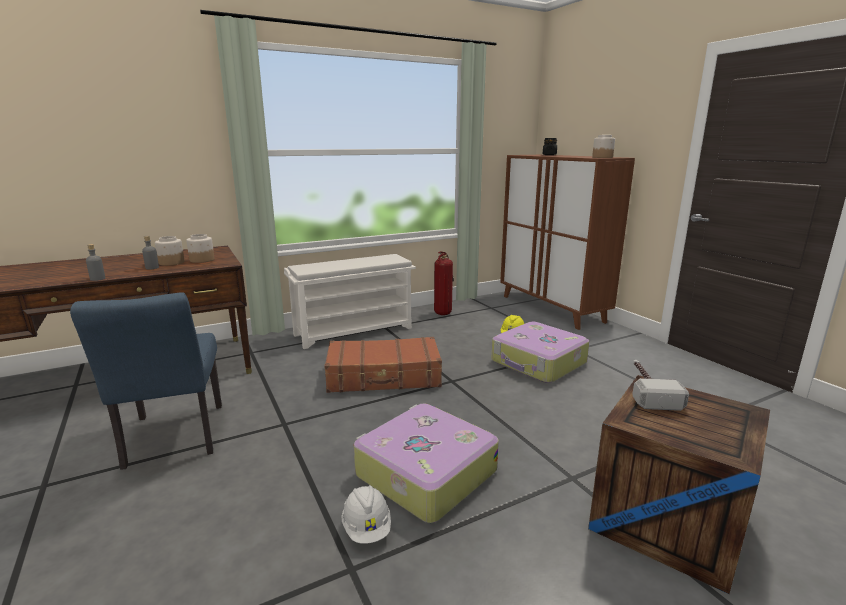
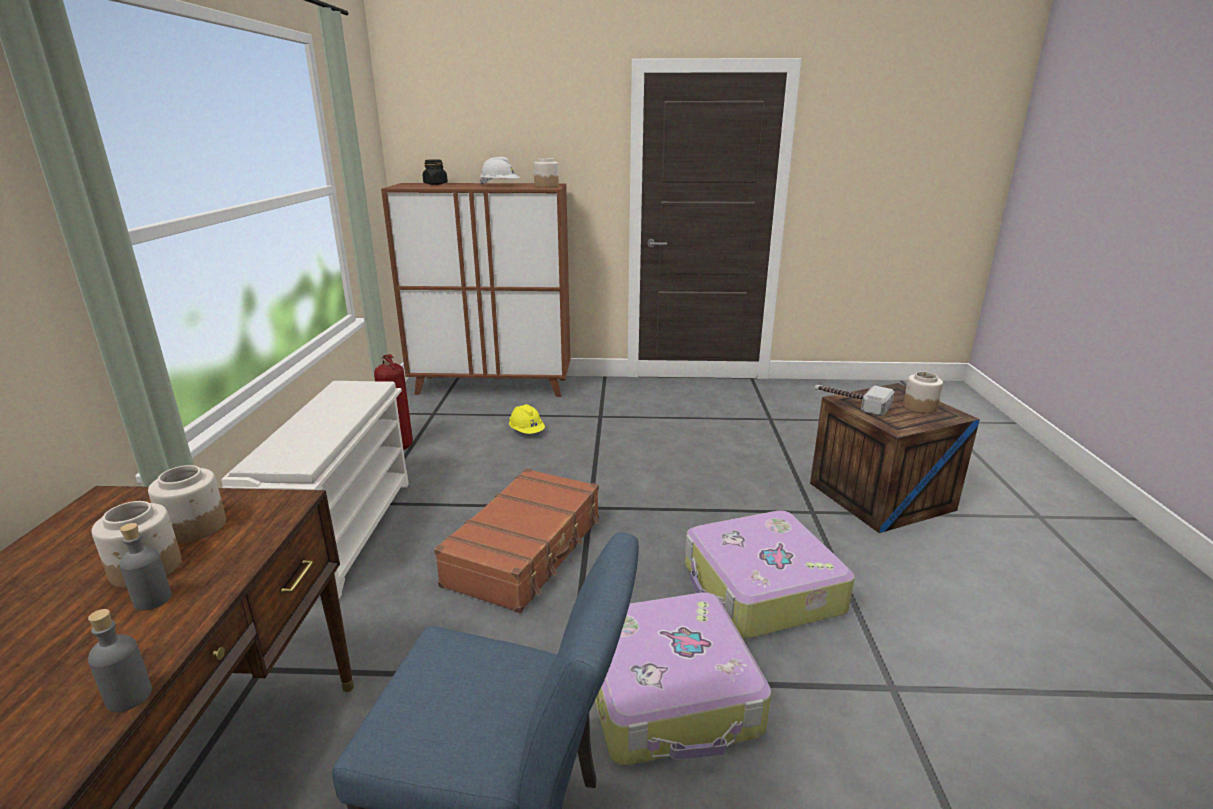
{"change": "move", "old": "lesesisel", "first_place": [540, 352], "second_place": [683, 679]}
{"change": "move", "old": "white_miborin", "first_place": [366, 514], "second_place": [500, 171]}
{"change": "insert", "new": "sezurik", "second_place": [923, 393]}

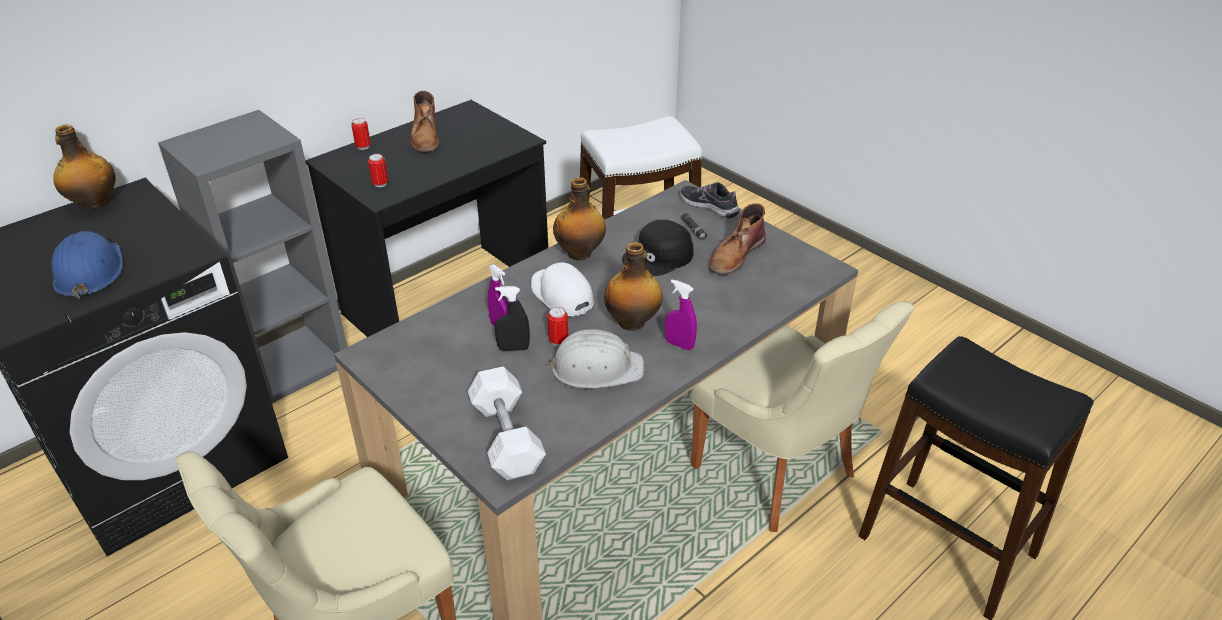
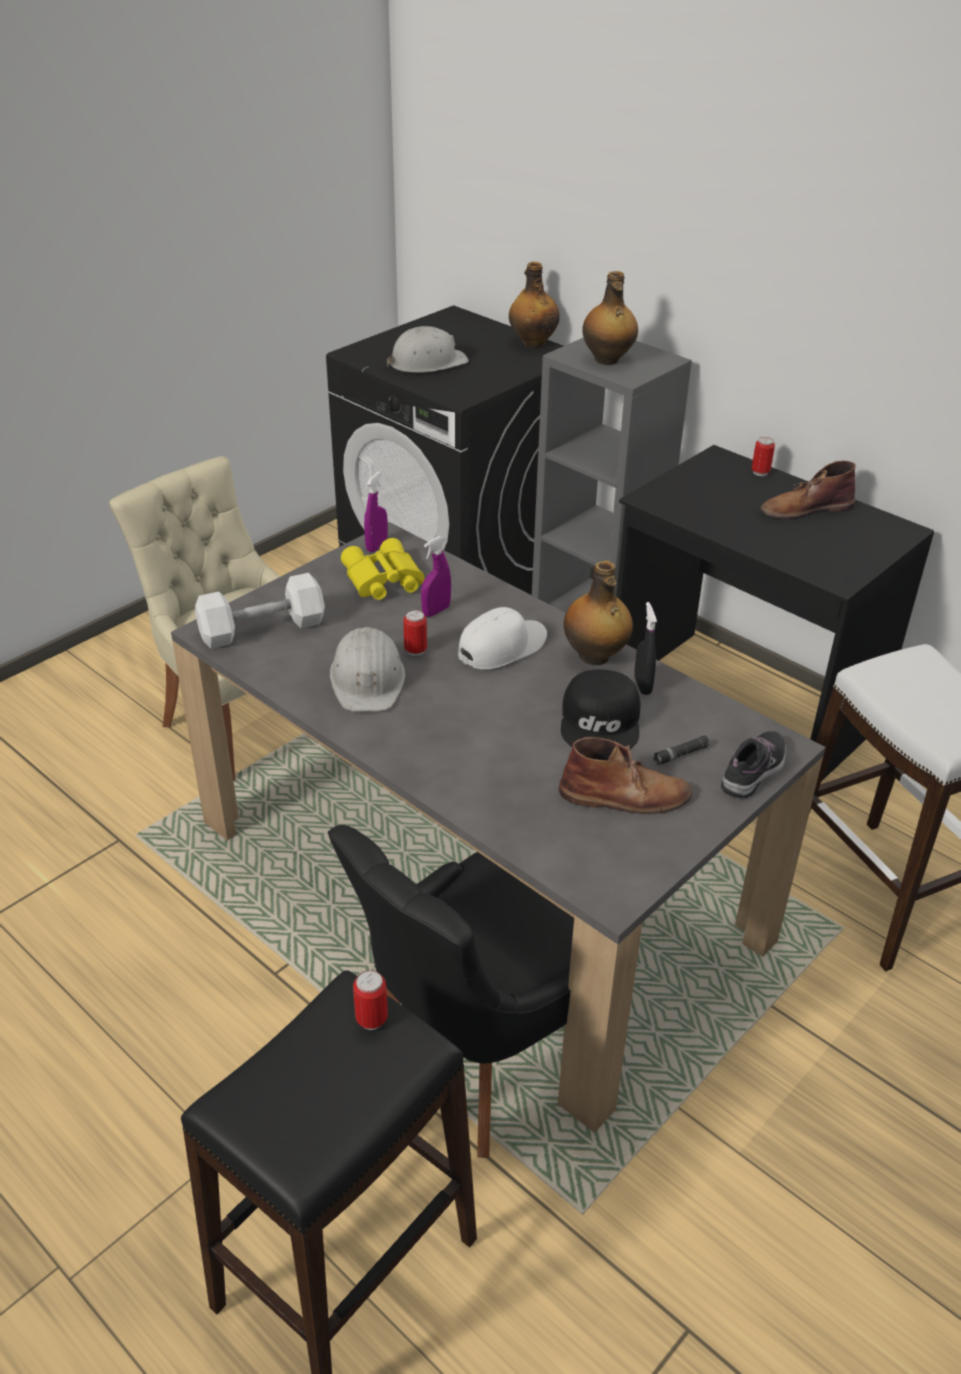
{"change": "move", "old": "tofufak", "first_place": [378, 170], "second_place": [370, 1000]}
{"change": "rotate", "old": "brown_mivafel", "first_place": [737, 239], "second_place": [626, 775], "degrees": 150}
{"change": "rotate", "old": "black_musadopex", "first_place": [658, 248], "second_place": [601, 709], "degrees": -135}
{"change": "recolor", "old": "blue_miborin", "new": "white_miborin", "first_place": [87, 265], "second_place": [427, 349]}
{"change": "move", "old": "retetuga", "first_place": [633, 286], "second_place": [610, 318]}
{"change": "move", "old": "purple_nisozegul", "first_place": [681, 314], "second_place": [376, 511]}
{"change": "move", "old": "black_nisozegul", "first_place": [512, 318], "second_place": [645, 648]}
{"change": "recolor", "old": "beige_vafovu", "new": "black_vafovu", "first_place": [803, 416], "second_place": [451, 991]}
{"change": "insert", "new": "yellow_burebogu", "second_place": [383, 569]}

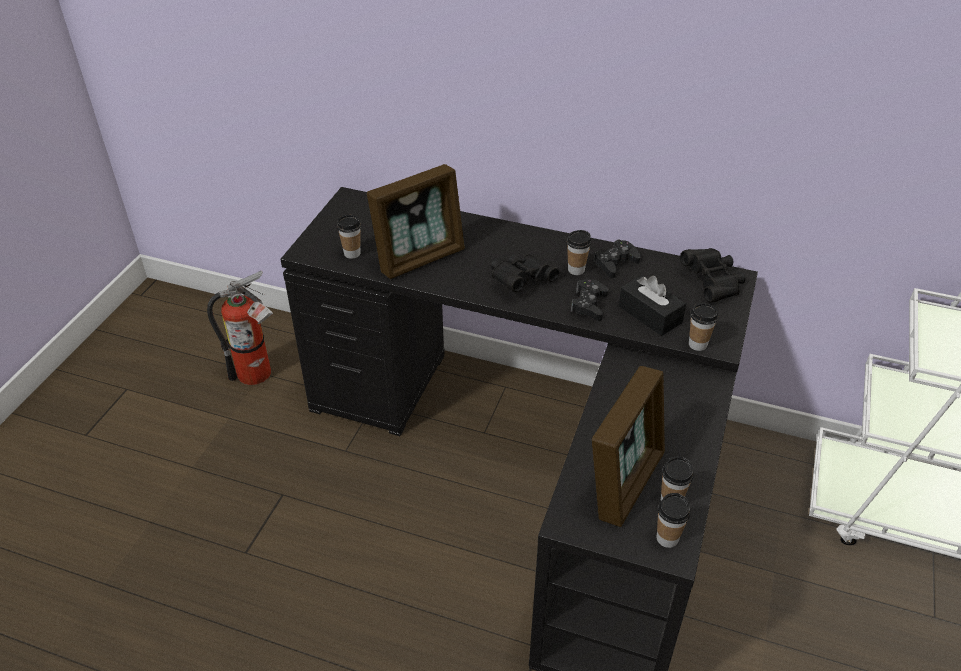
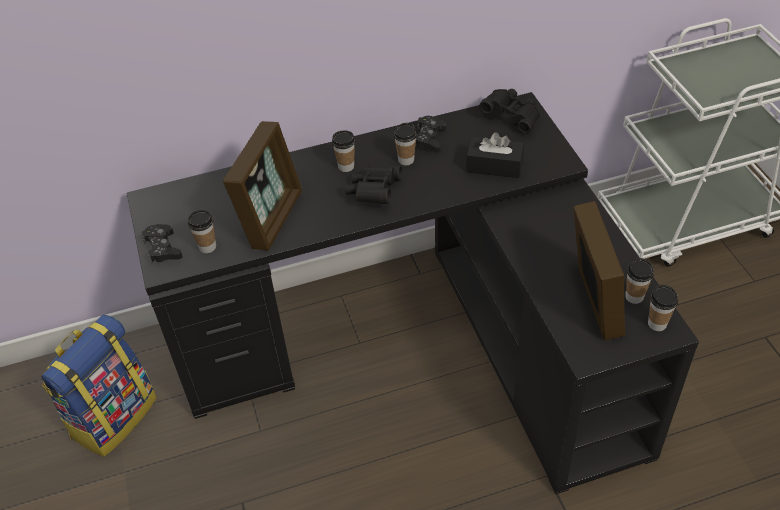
{"change": "replace", "old": "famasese", "new": "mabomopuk", "first_place": [240, 328], "second_place": [99, 385]}
{"change": "move", "old": "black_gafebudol", "first_place": [589, 300], "second_place": [162, 244]}
{"change": "move", "old": "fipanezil", "first_place": [703, 327], "second_place": [343, 151]}

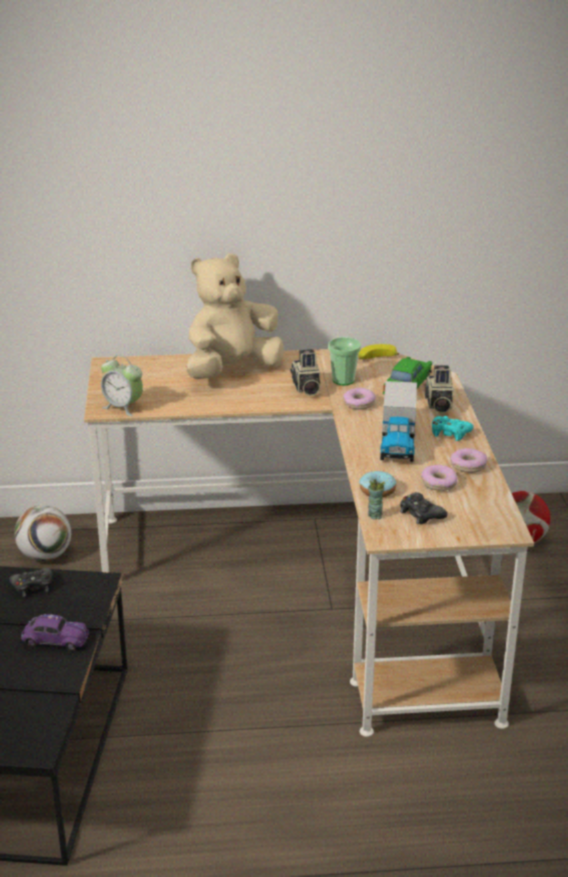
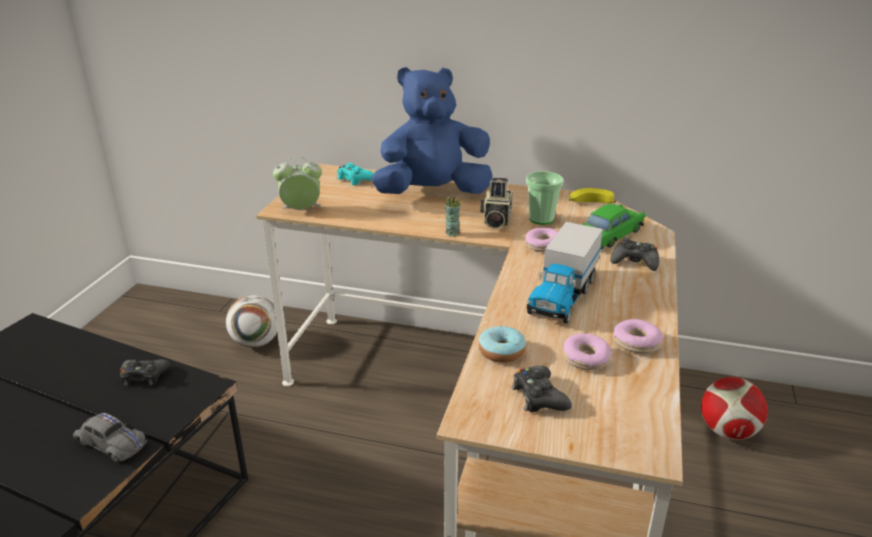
{"change": "recolor", "old": "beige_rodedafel", "new": "blue_rodedafel", "first_place": [235, 316], "second_place": [432, 130]}
{"change": "rotate", "old": "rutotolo", "first_place": [122, 385], "second_place": [297, 183], "degrees": 120}
{"change": "replace", "old": "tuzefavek", "new": "black_gafebudol", "first_place": [439, 389], "second_place": [634, 254]}
{"change": "move", "old": "turquoise_gafebudol", "first_place": [452, 428], "second_place": [355, 174]}
{"change": "move", "old": "fipanezil", "first_place": [376, 499], "second_place": [453, 217]}
{"change": "recolor", "old": "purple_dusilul", "new": "grey_dusilul", "first_place": [55, 632], "second_place": [110, 438]}

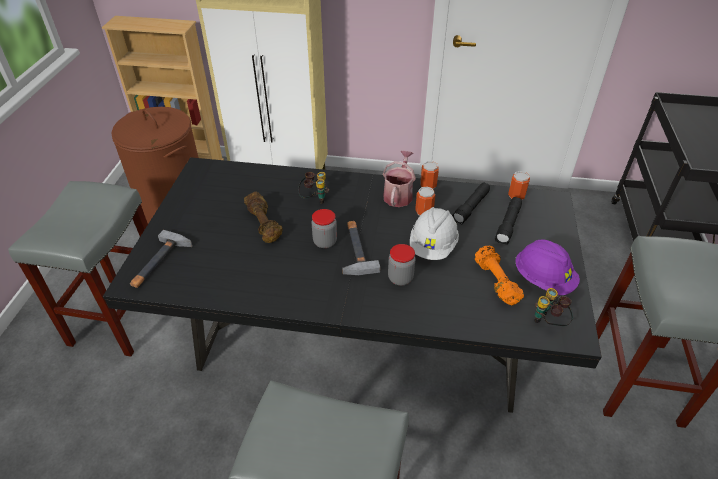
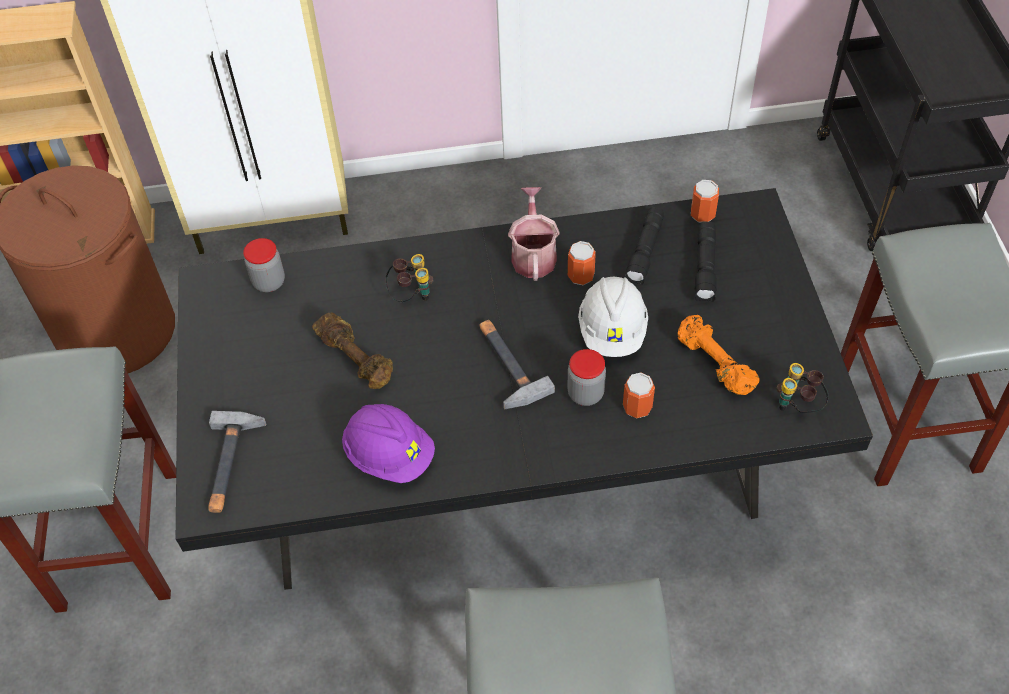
{"change": "move", "old": "tofufak", "first_place": [429, 175], "second_place": [639, 395]}
{"change": "move", "old": "sezurik", "first_place": [324, 228], "second_place": [264, 265]}
{"change": "move", "old": "purple_miborin", "first_place": [547, 267], "second_place": [388, 443]}

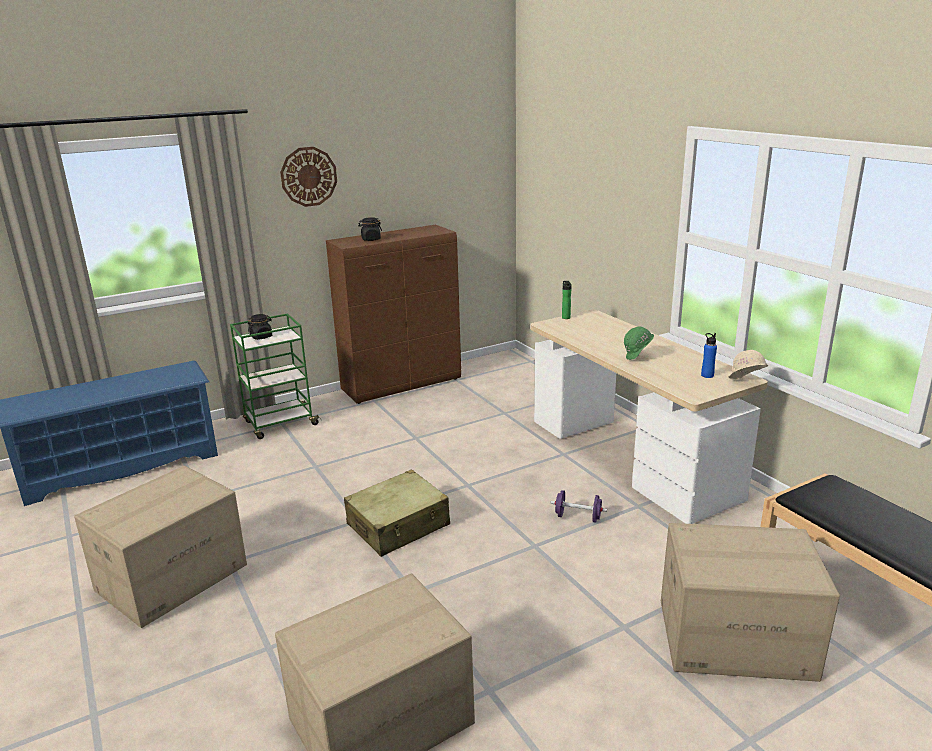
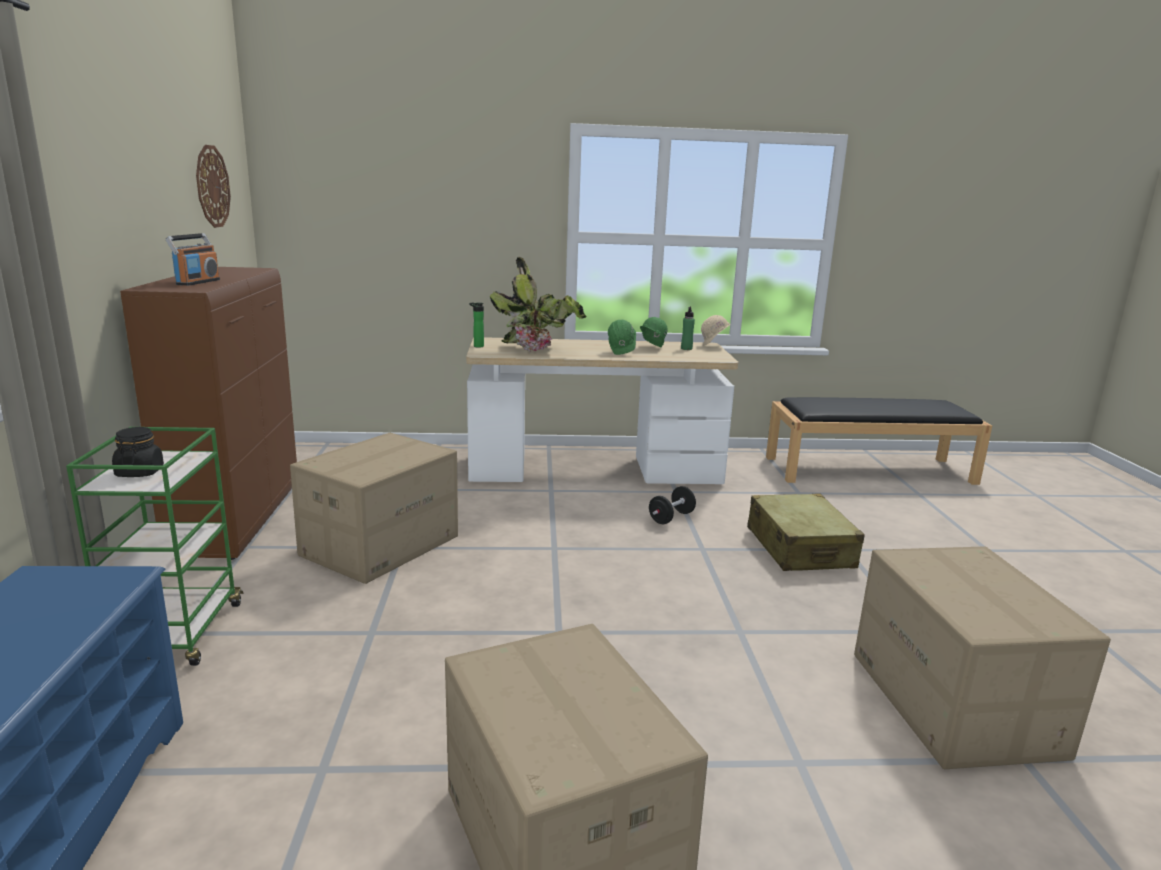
{"change": "move", "old": "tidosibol", "first_place": [308, 177], "second_place": [213, 186]}
{"change": "replace", "old": "black_sezurik", "new": "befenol", "first_place": [370, 229], "second_place": [192, 259]}
{"change": "recolor", "old": "blue_retetuga", "new": "green_retetuga", "first_place": [709, 355], "second_place": [688, 328]}
{"change": "move", "old": "beige_lesesisel", "first_place": [397, 513], "second_place": [806, 532]}
{"change": "recolor", "old": "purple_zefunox", "new": "black_zefunox", "first_place": [578, 506], "second_place": [672, 505]}
{"change": "move", "old": "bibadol", "first_place": [750, 602], "second_place": [374, 508]}
{"change": "insert", "new": "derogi", "second_place": [538, 304]}
{"change": "insert", "new": "green_miborin", "second_place": [653, 332]}

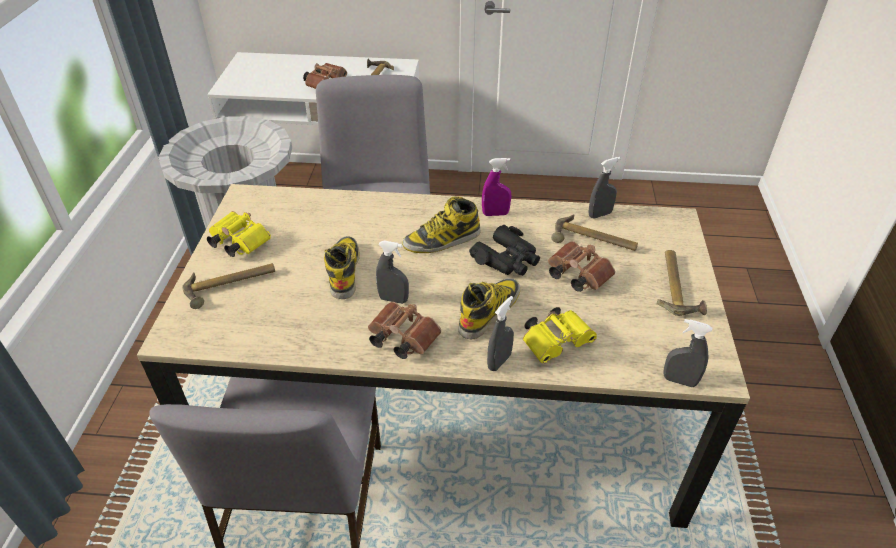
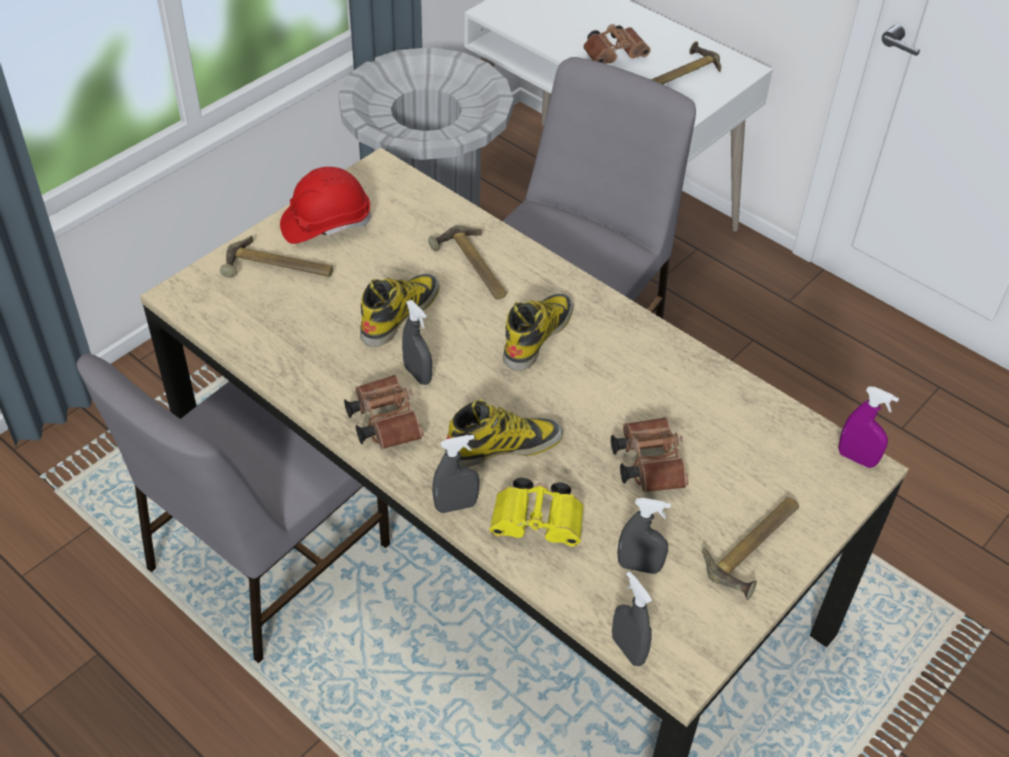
{"change": "move", "old": "grey_nisozegul", "first_place": [605, 187], "second_place": [644, 536]}
{"change": "move", "old": "purple_nisozegul", "first_place": [496, 187], "second_place": [868, 427]}
{"change": "rotate", "old": "mivafel", "first_place": [441, 224], "second_place": [538, 332], "degrees": 105}
{"change": "replace", "old": "yellow_burebogu", "new": "red_miborin", "first_place": [239, 234], "second_place": [325, 205]}
{"change": "move", "old": "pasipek", "first_place": [594, 232], "second_place": [467, 262]}
{"change": "delete", "old": "black_burebogu", "first_place": [504, 250]}

